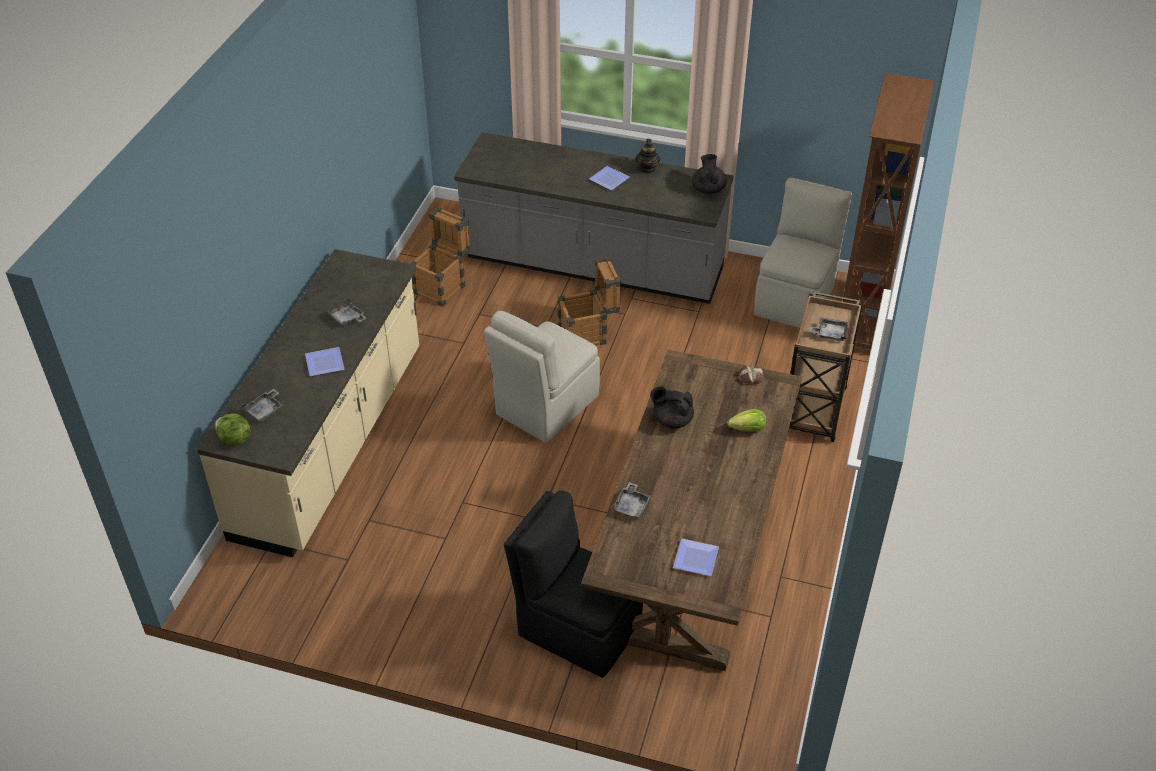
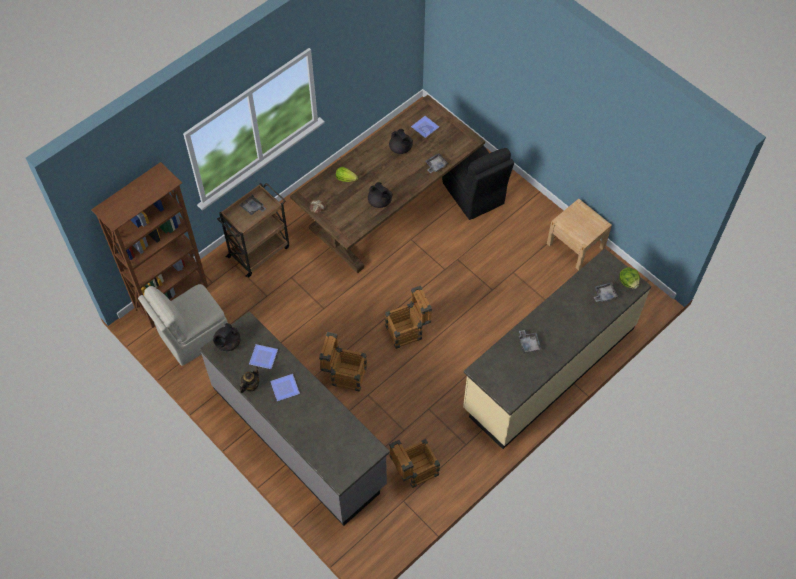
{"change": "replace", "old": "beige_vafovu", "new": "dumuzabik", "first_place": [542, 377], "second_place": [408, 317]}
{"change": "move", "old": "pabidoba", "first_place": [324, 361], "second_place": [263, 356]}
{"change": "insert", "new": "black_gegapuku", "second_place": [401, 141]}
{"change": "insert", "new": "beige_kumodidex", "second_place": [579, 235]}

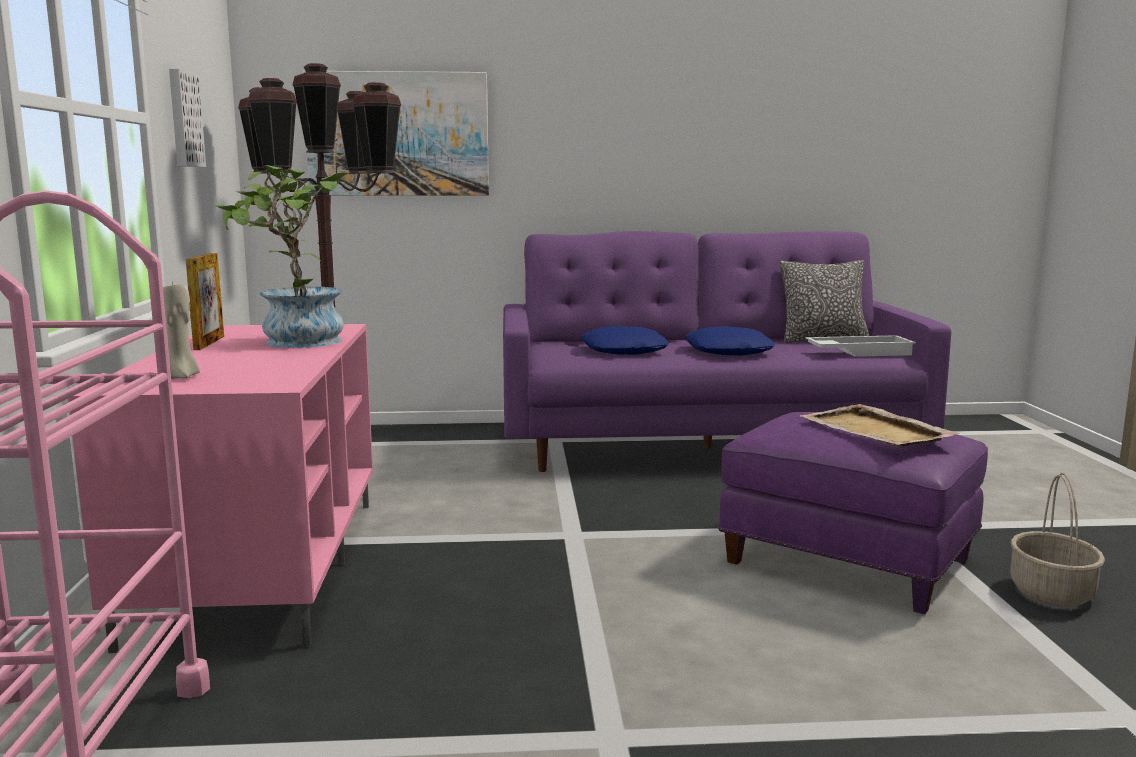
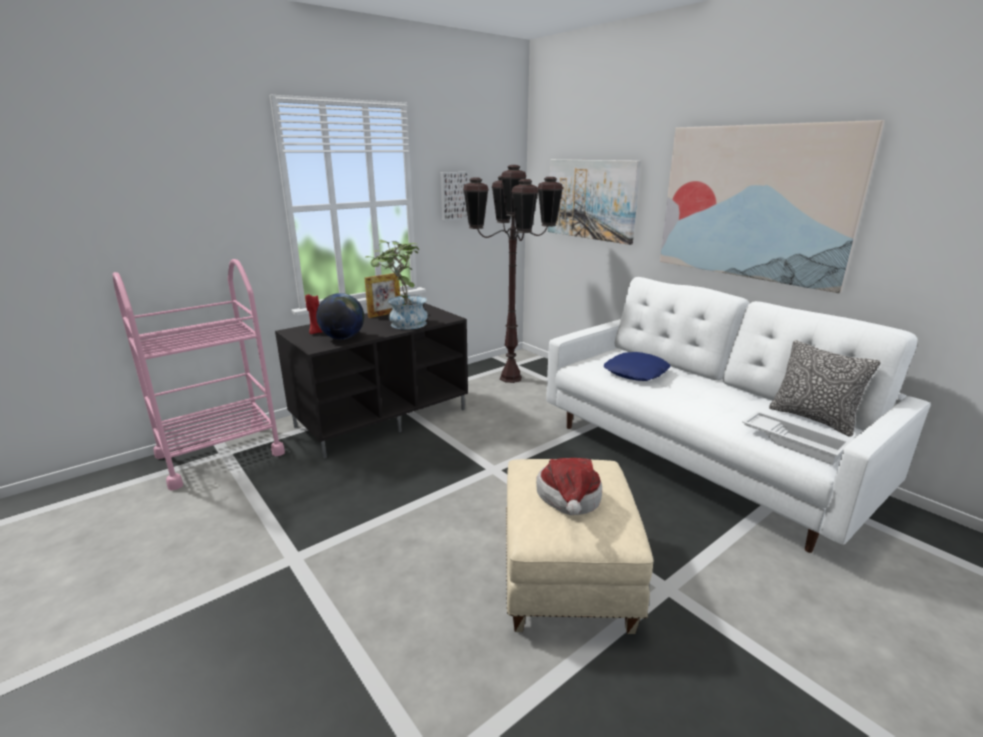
{"change": "recolor", "old": "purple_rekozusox", "new": "white_rekozusox", "first_place": [727, 351], "second_place": [738, 415]}
{"change": "recolor", "old": "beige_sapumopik", "new": "red_sapumopik", "first_place": [181, 330], "second_place": [314, 314]}
{"change": "recolor", "old": "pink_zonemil", "new": "black_zonemil", "first_place": [220, 488], "second_place": [371, 381]}
{"change": "delete", "old": "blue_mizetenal", "first_place": [730, 341]}
{"change": "replace", "old": "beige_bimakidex", "new": "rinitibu", "first_place": [880, 425], "second_place": [569, 486]}
{"change": "recolor", "old": "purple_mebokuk", "new": "beige_mebokuk", "first_place": [853, 513], "second_place": [580, 546]}
{"change": "delete", "old": "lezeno", "first_place": [1057, 540]}
{"change": "insert", "new": "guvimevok", "second_place": [772, 206]}
{"change": "insert", "new": "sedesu", "second_place": [340, 316]}

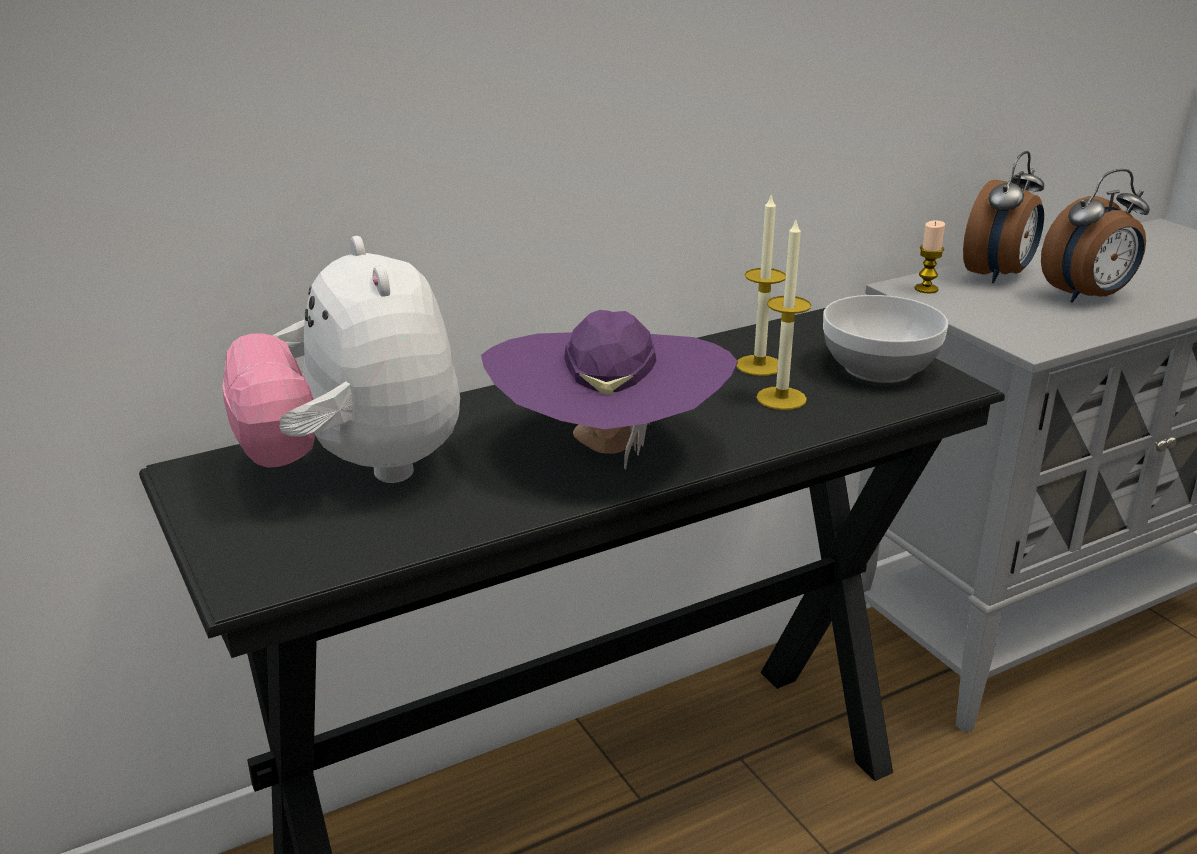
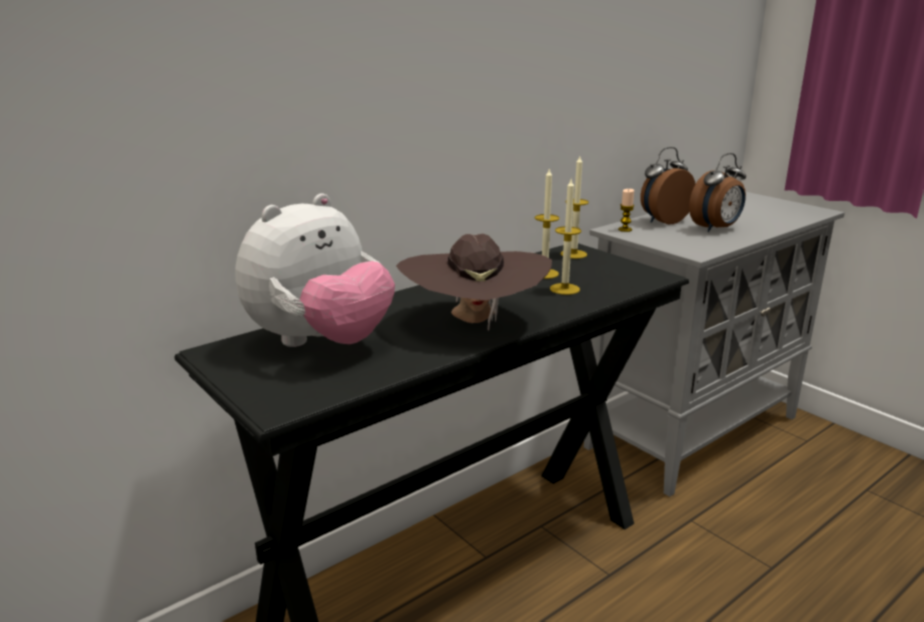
{"change": "rotate", "old": "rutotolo", "first_place": [1003, 217], "second_place": [668, 185], "degrees": -150}
{"change": "rotate", "old": "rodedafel", "first_place": [341, 359], "second_place": [315, 270], "degrees": -105}
{"change": "delete", "old": "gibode", "first_place": [885, 339]}
{"change": "recolor", "old": "purple_rinitibu", "new": "brown_rinitibu", "first_place": [609, 390], "second_place": [474, 282]}
{"change": "insert", "new": "sapumopik", "second_place": [575, 207]}

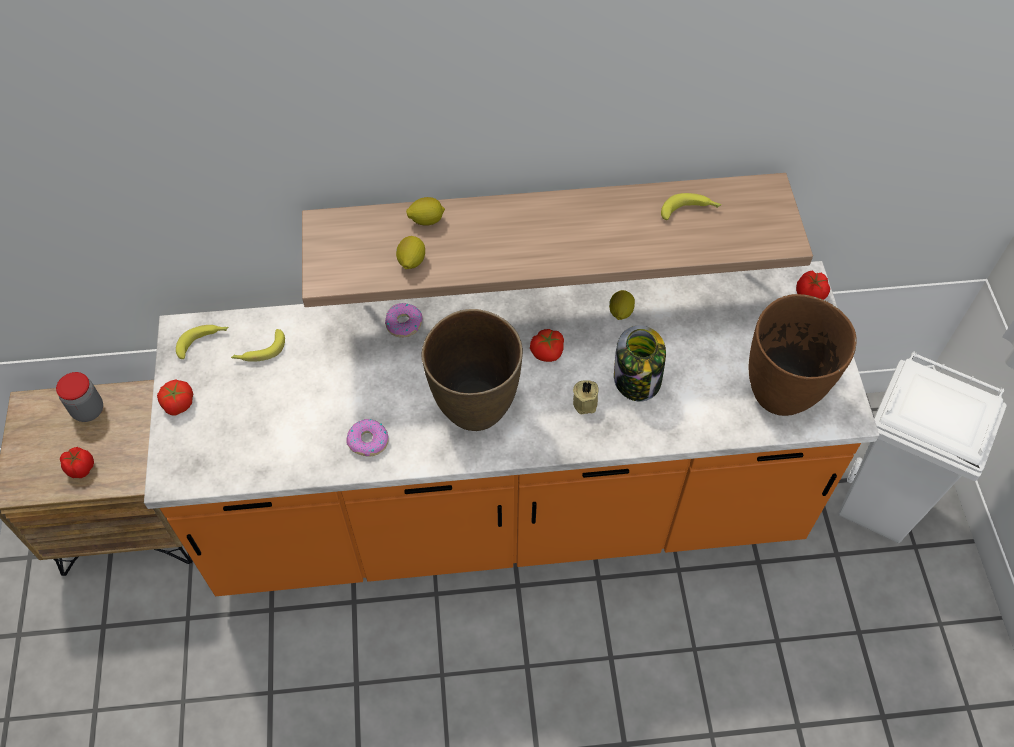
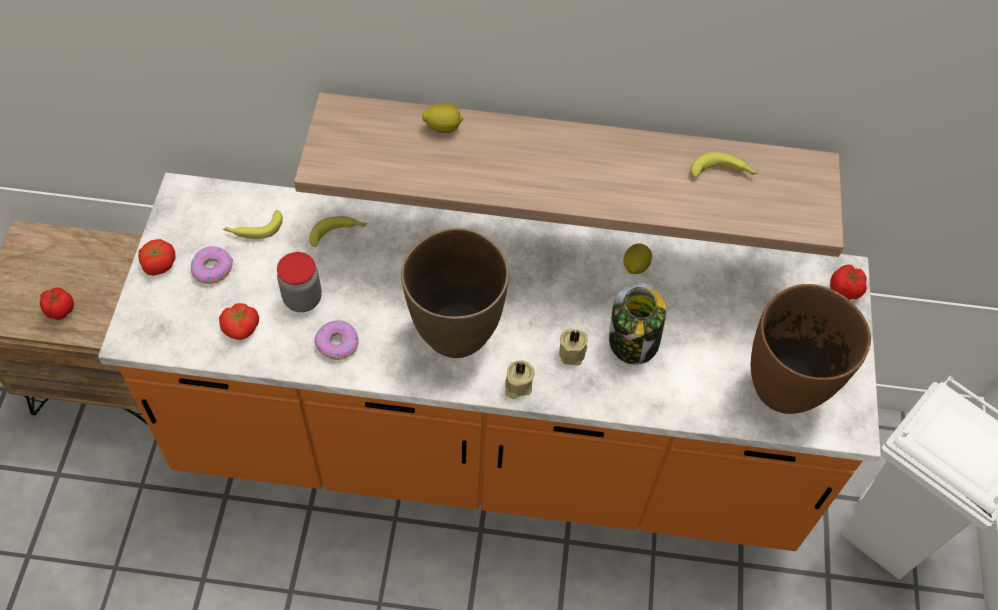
{"change": "delete", "old": "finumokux", "first_place": [410, 252]}
{"change": "move", "old": "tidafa", "first_place": [404, 320], "second_place": [212, 265]}
{"change": "move", "old": "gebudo", "first_place": [202, 342], "second_place": [338, 231]}
{"change": "move", "old": "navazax", "first_place": [547, 345], "second_place": [239, 321]}
{"change": "move", "old": "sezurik", "first_place": [79, 397], "second_place": [299, 282]}
{"change": "insert", "new": "beige_sapumopik", "second_place": [520, 379]}

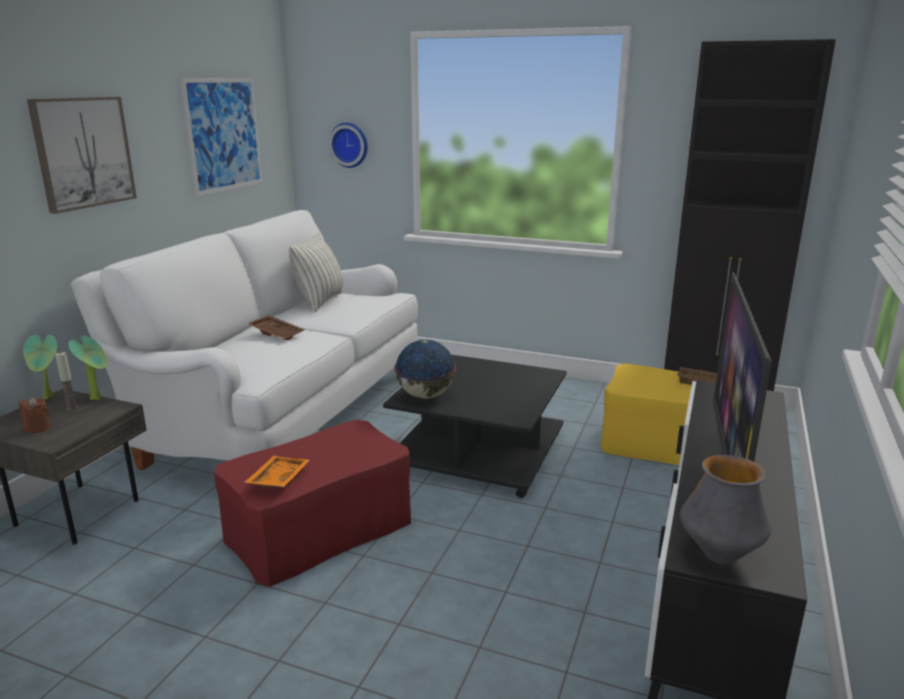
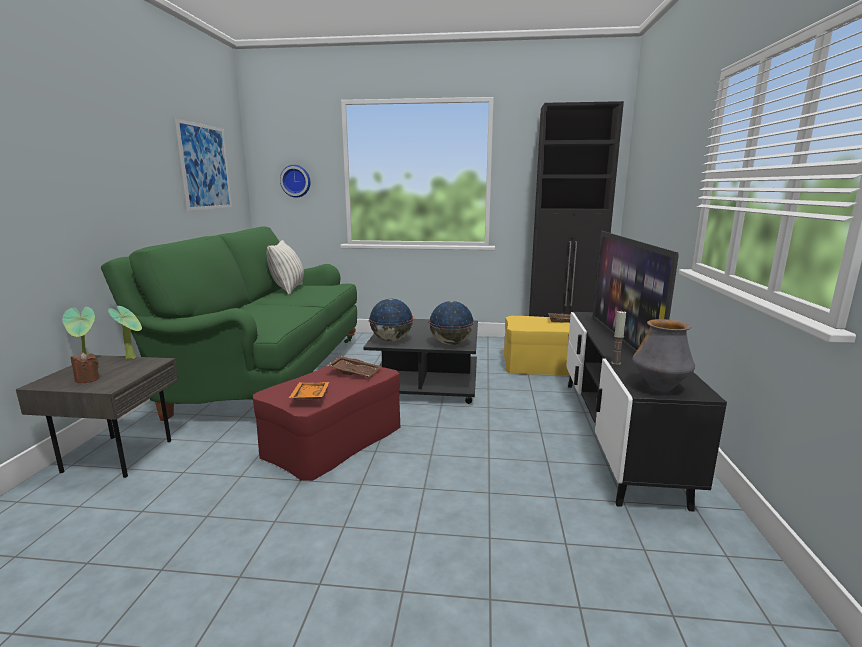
{"change": "delete", "old": "guvimevok", "first_place": [82, 155]}
{"change": "recolor", "old": "white_rekozusox", "new": "green_rekozusox", "first_place": [244, 340], "second_place": [229, 323]}
{"change": "move", "old": "brown_bimakidex", "first_place": [276, 327], "second_place": [354, 366]}
{"change": "move", "old": "sapumopik", "first_place": [66, 381], "second_place": [618, 338]}
{"change": "insert", "new": "sedesu", "second_place": [451, 323]}

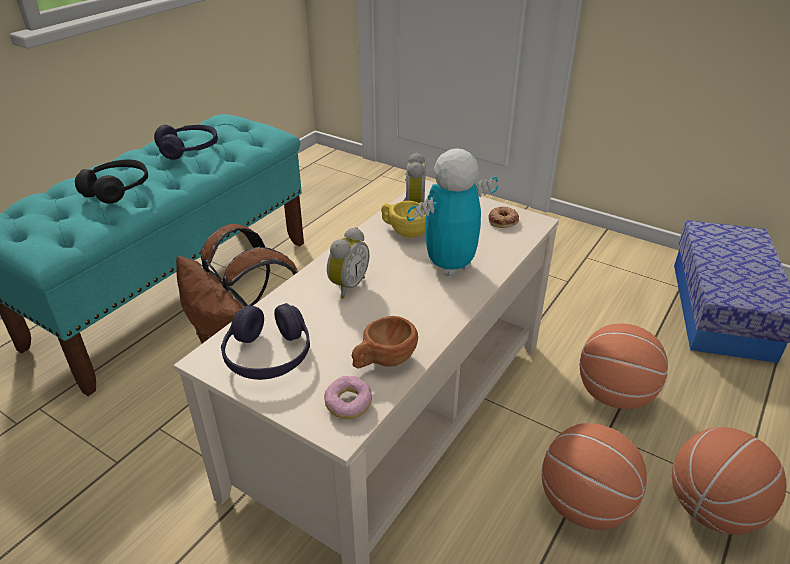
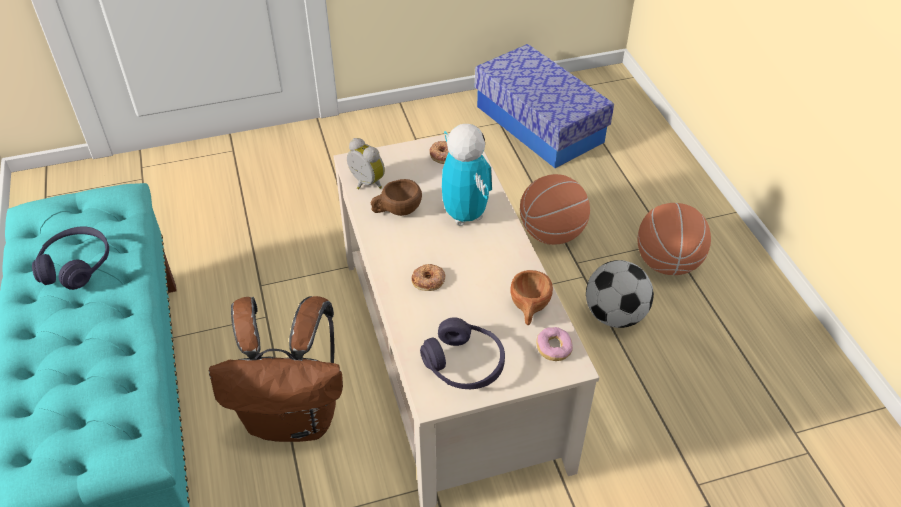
{"change": "rotate", "old": "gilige", "first_place": [452, 212], "second_place": [467, 175], "degrees": 150}
{"change": "delete", "old": "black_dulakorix", "first_place": [111, 181]}
{"change": "recolor", "old": "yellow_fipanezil", "new": "brown_fipanezil", "first_place": [403, 219], "second_place": [396, 197]}
{"change": "replace", "old": "rutotolo", "new": "tidafa", "first_place": [348, 263], "second_place": [428, 277]}
{"change": "replace", "old": "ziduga", "new": "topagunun", "first_place": [594, 476], "second_place": [620, 294]}

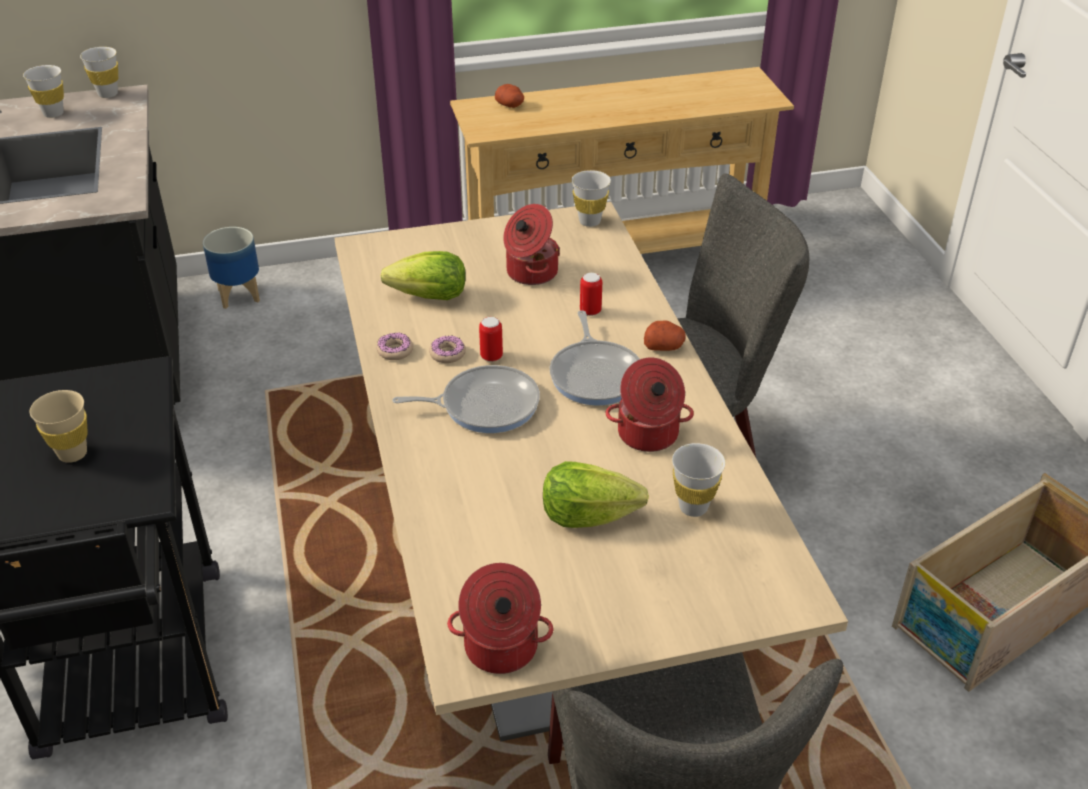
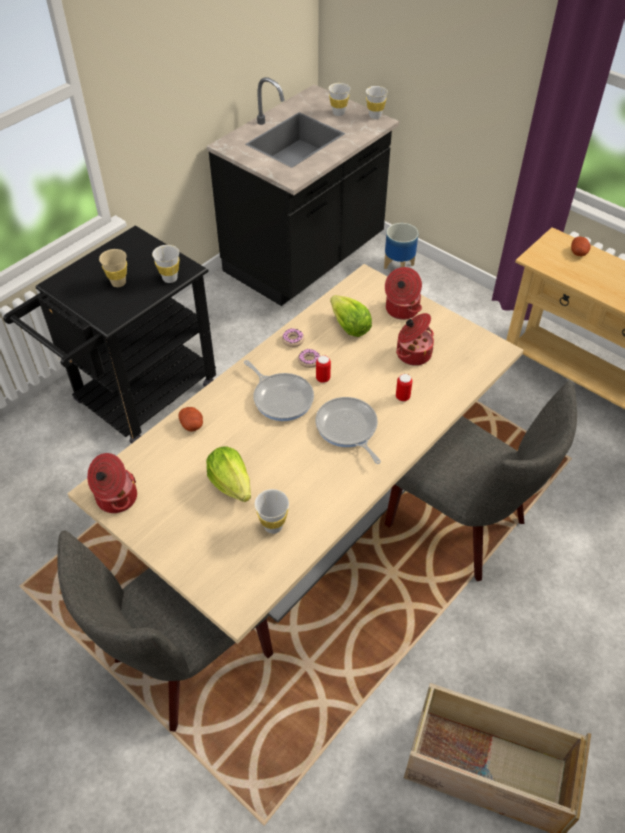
{"change": "move", "old": "white_fipanezil", "first_place": [591, 198], "second_place": [166, 264]}
{"change": "rotate", "old": "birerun", "first_place": [595, 358], "second_place": [348, 430], "degrees": 105}
{"change": "move", "old": "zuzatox", "first_place": [665, 335], "second_place": [191, 419]}
{"change": "move", "old": "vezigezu", "first_place": [650, 404], "second_place": [403, 293]}

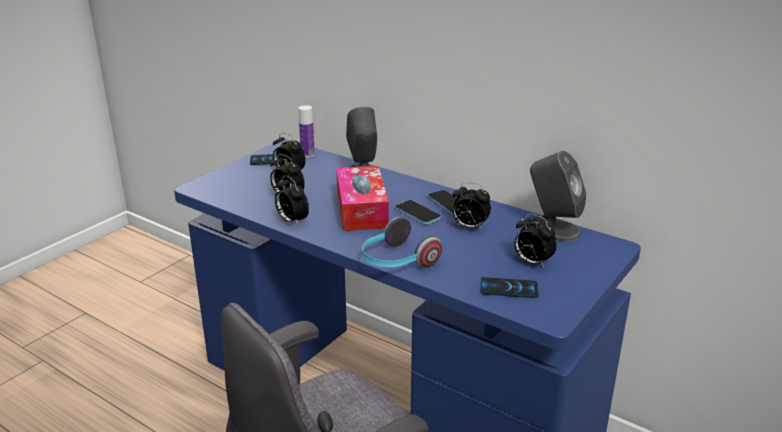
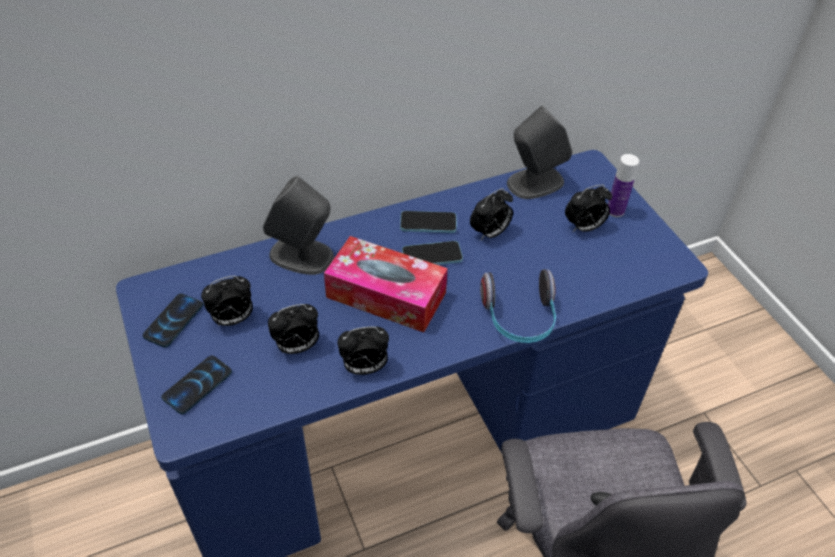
{"change": "move", "old": "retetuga", "first_place": [307, 131], "second_place": [623, 185]}
{"change": "move", "old": "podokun", "first_place": [509, 287], "second_place": [196, 385]}

